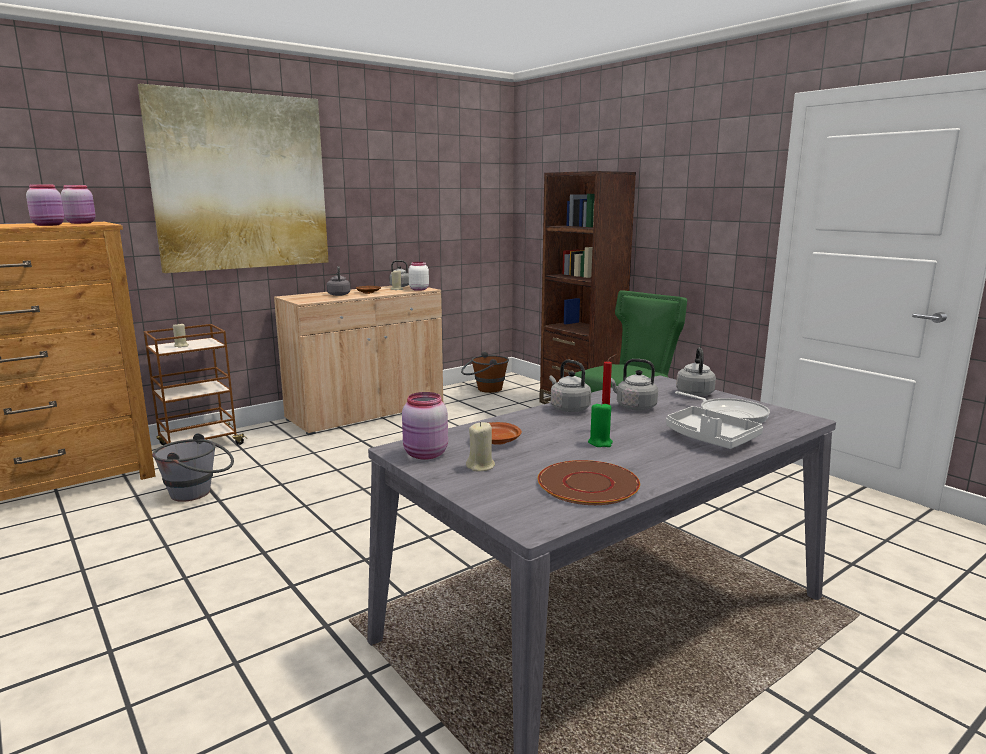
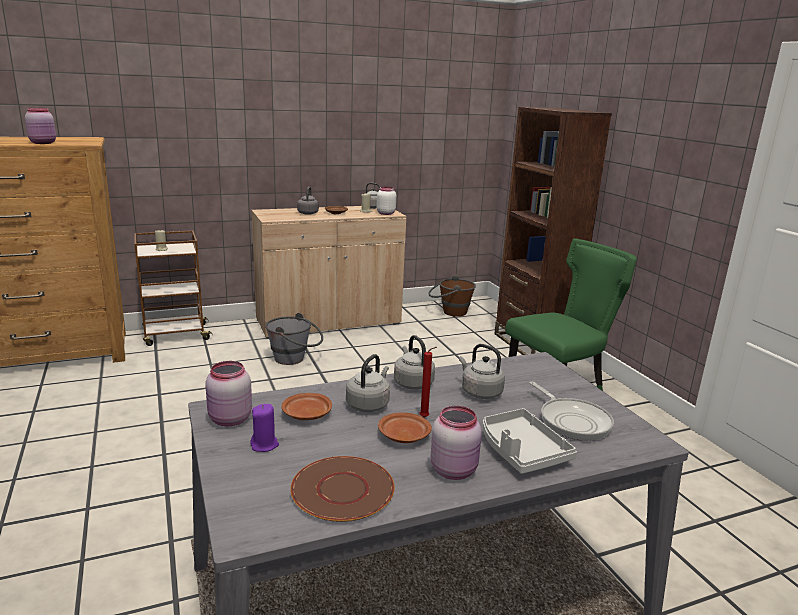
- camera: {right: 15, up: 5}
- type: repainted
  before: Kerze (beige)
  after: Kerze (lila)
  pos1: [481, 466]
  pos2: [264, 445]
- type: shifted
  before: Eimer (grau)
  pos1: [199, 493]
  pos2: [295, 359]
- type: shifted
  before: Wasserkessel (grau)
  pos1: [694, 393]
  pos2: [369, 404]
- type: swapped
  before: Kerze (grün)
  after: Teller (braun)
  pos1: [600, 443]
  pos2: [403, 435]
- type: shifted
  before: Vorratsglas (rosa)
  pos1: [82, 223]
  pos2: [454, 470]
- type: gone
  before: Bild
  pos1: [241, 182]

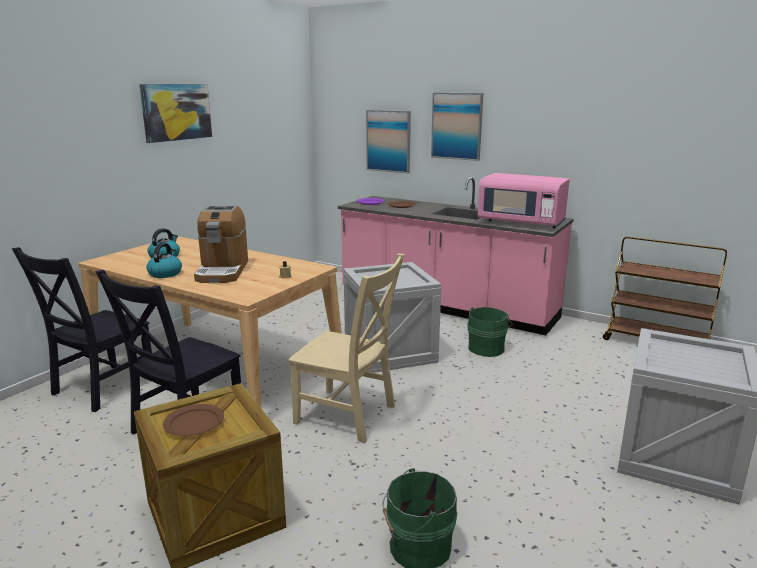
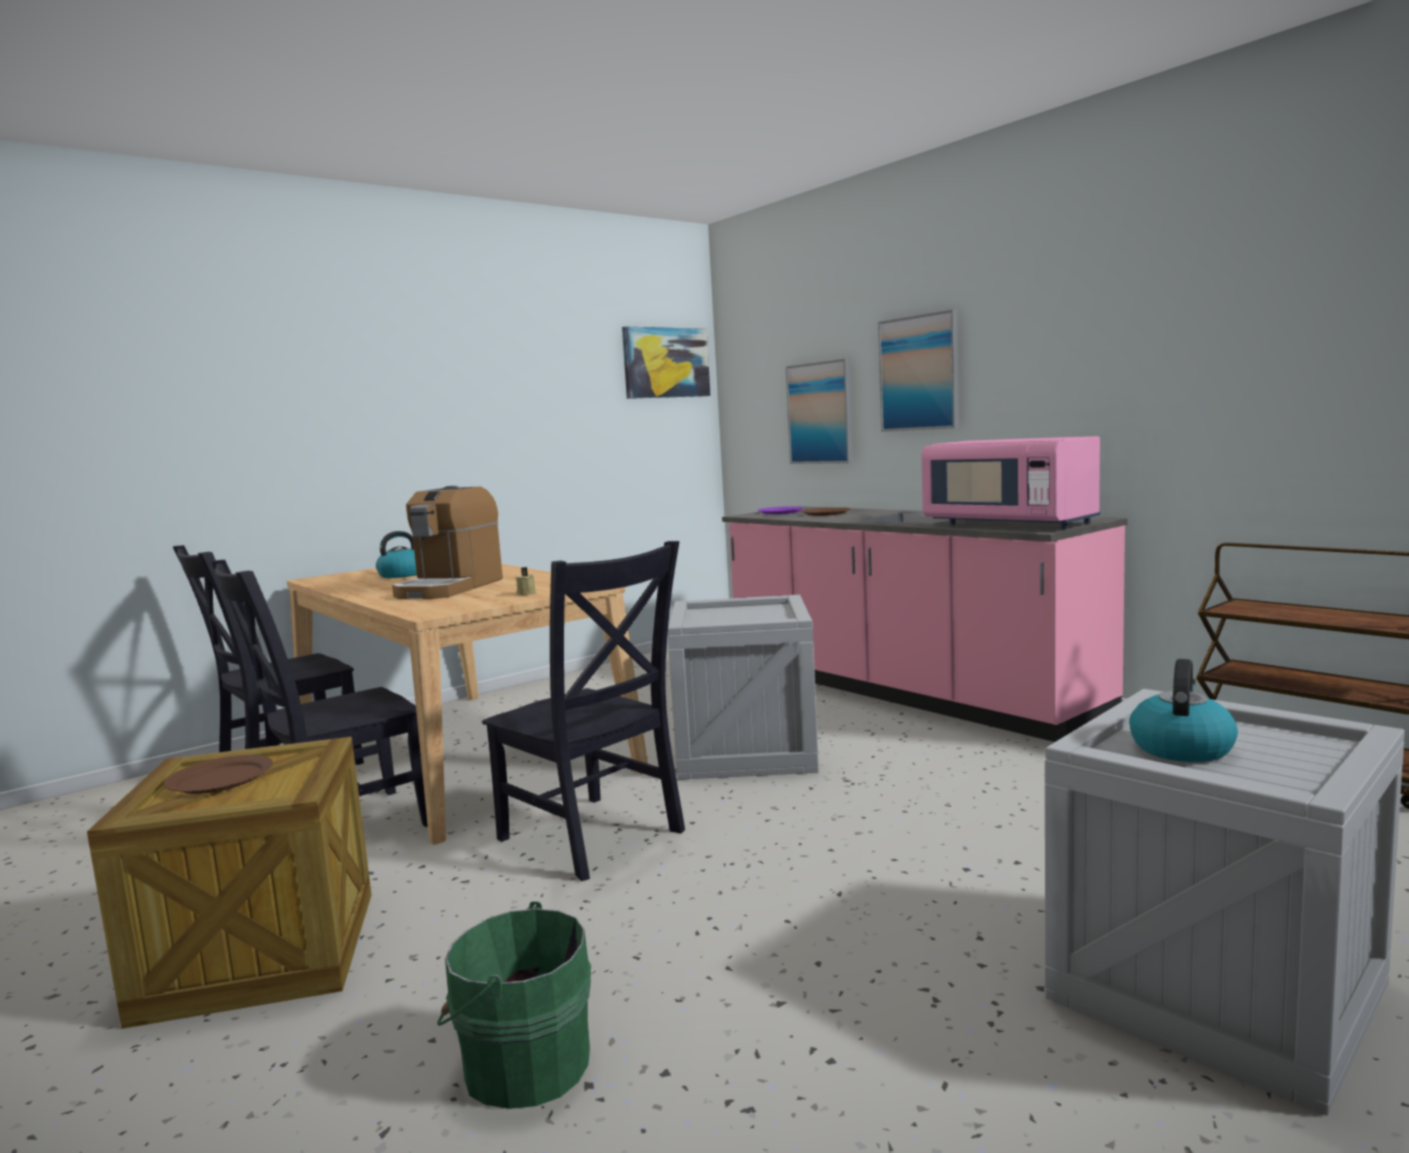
- camera: {right: 20, up: -10}
- type: repainted
  before: Stuhl (beige)
  after: Stuhl (schwarz)
  pos1: [349, 416]
  pos2: [594, 838]
- type: shifted
  before: Bild
  pos1: [176, 112]
  pos2: [666, 363]
- type: shifted
  before: Wasserkessel
  pos1: [165, 273]
  pos2: [1181, 748]
- type: gone
  before: Eimer (grün)
  pos1: [487, 348]

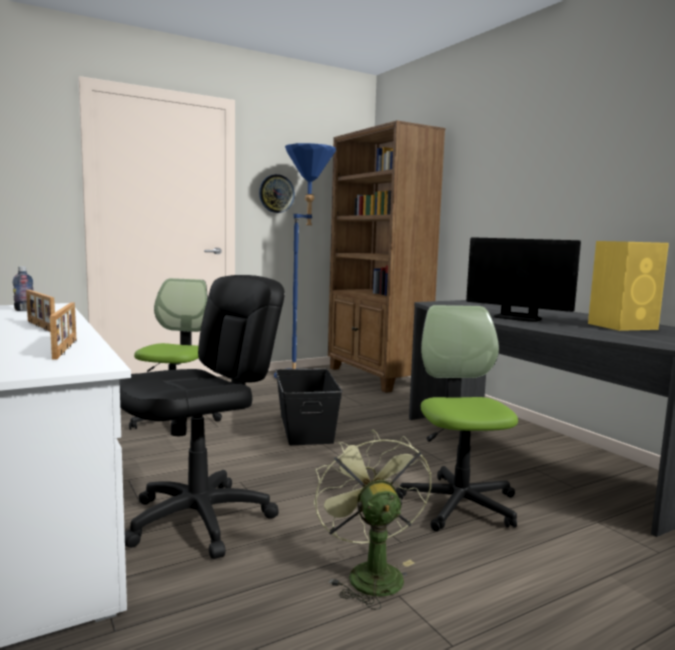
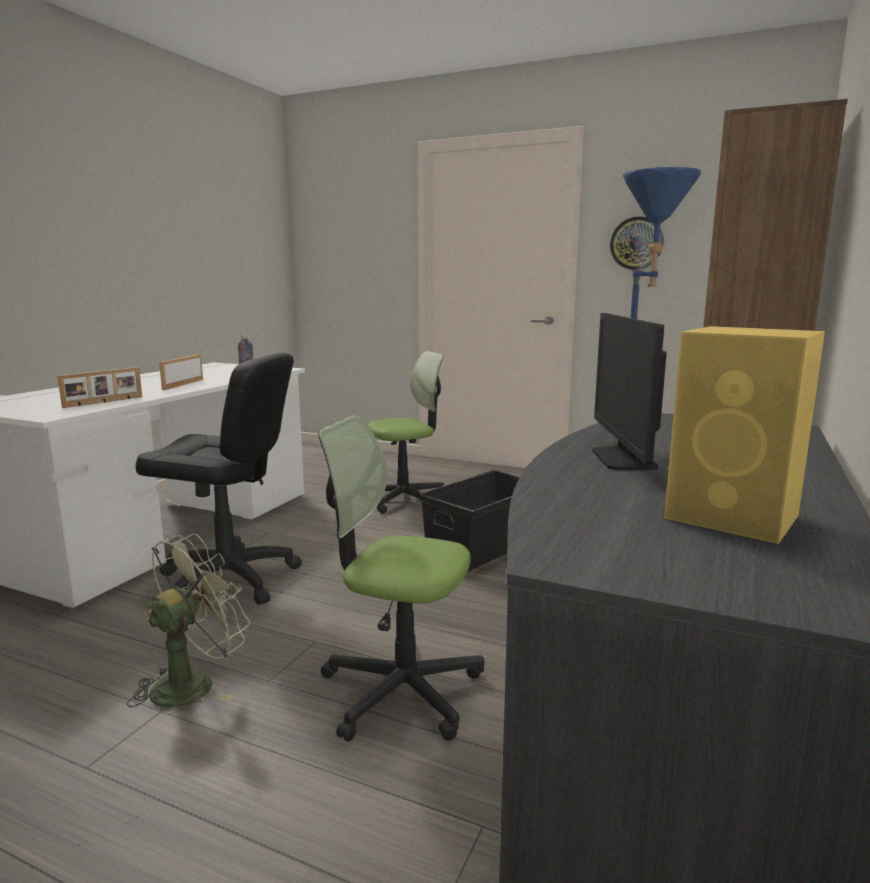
- camera: {right: 55, up: 5}
- type: rotated
  before: Bürostuhl
  pos1: [458, 504]
  pos2: [401, 690]
  turn: -120

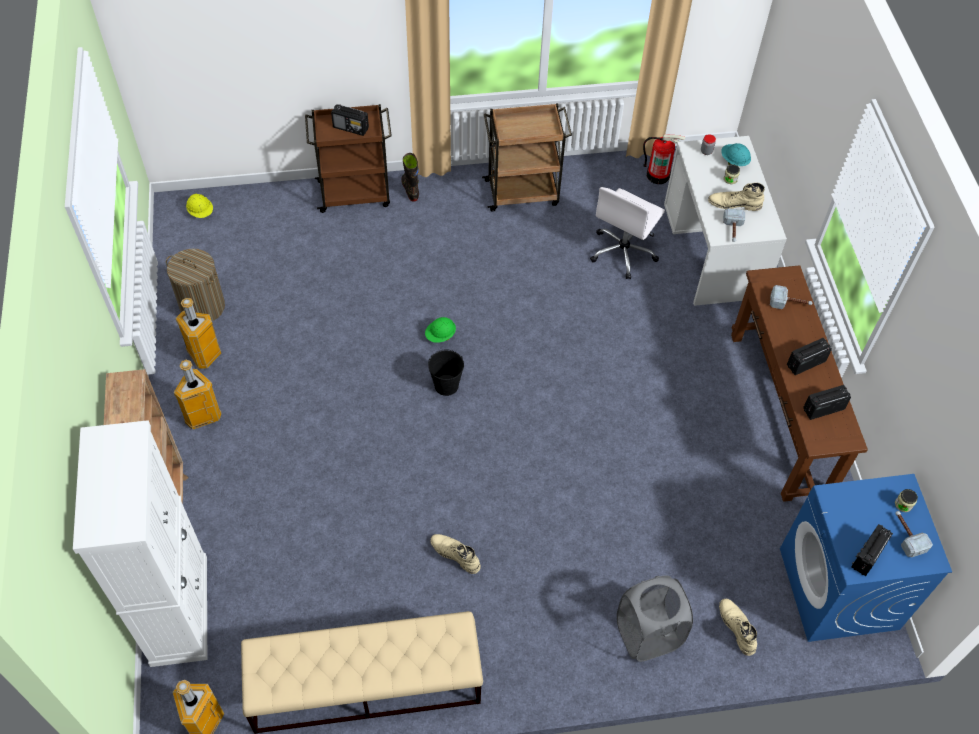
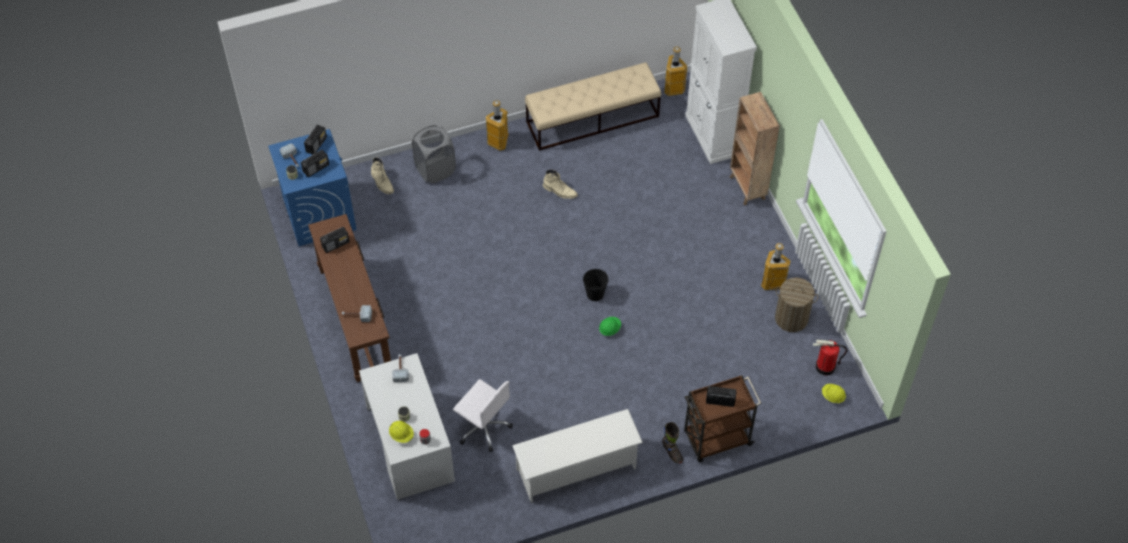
- camera: {right: 170, up: 0}
- type: shifted
  before: Radio
  pos1: [805, 363]
  pos2: [316, 168]
- type: repainted
  before: Schutzhelm (türkis)
  after: Schutzhelm (gelb)
  pos1: [734, 161]
  pos2: [402, 435]
- type: rotated
  before: Bürostuhl (weiß)
  pos1: [623, 252]
  pos2: [483, 427]
  turn: 105
- type: shifted
  before: Mülleimer
  pos1: [202, 416]
  pos2: [499, 141]
- type: swapped
  before: Rollwagen (braun)
  after: Schuhregal (weiß)
  pos1: [523, 192]
  pos2: [576, 469]
- type: shifted
  before: Feuerlöscher
  pos1: [658, 175]
  pos2: [825, 367]
- type: gone
  before: Stiefel (beige)
  pos1: [734, 204]

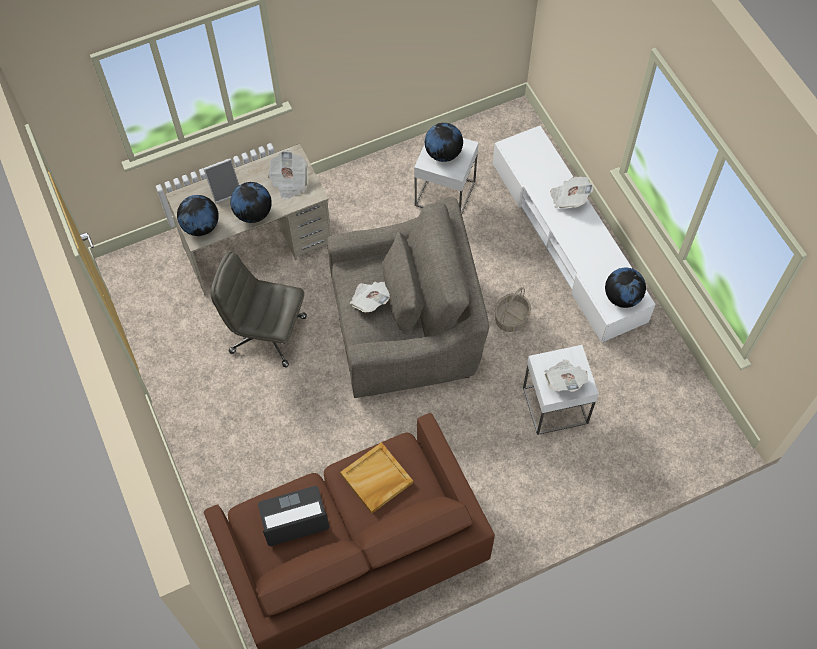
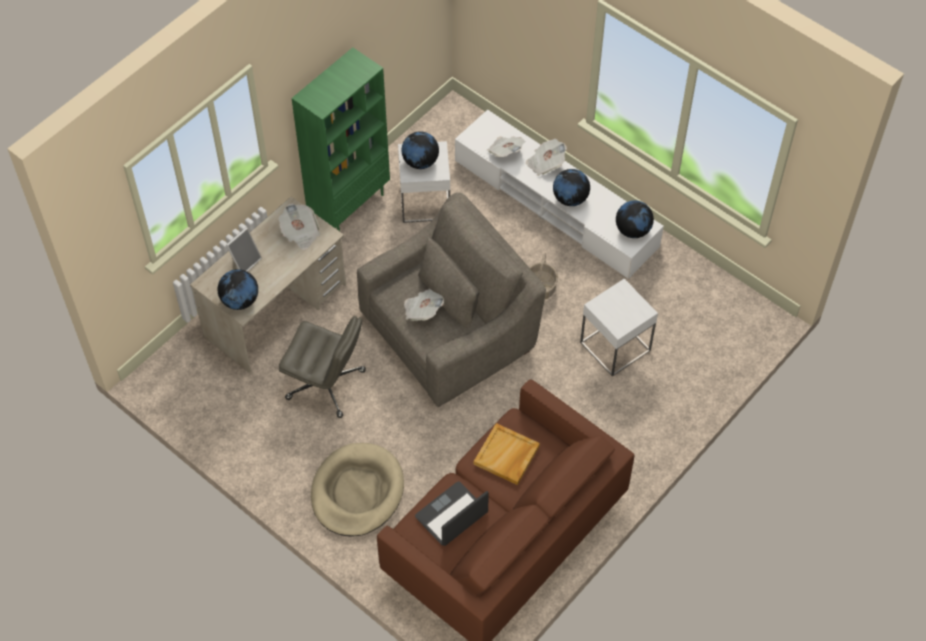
- camera: {right: -25, up: -5}
- type: rotated
  before: Bürostuhl (grau)
  pos1: [267, 334]
  pos2: [327, 384]
  turn: -150
- type: new
  after: Bücherregal (grün)
  pos2: [349, 205]
- type: new
  after: Hundebett (beige)
  pos2: [357, 492]
- type: shifted
  before: Zeitung
  pos1: [564, 380]
  pos2: [505, 152]
- type: shifted
  before: Globus
  pos1: [253, 213]
  pos2: [570, 198]

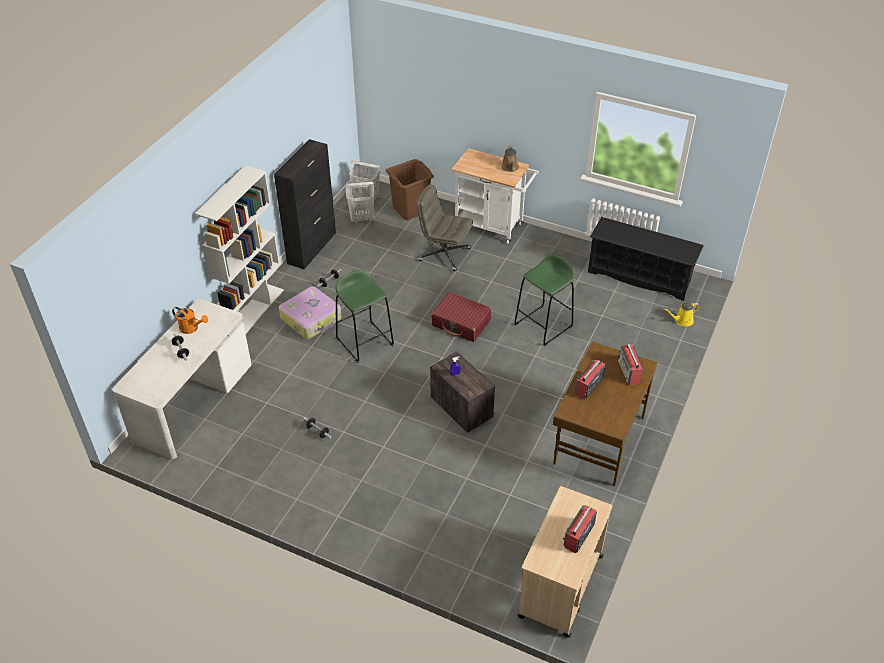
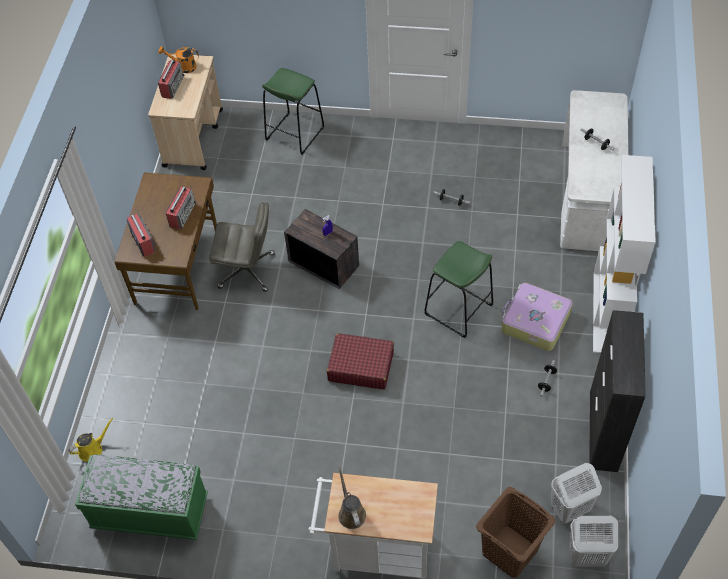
- camera: {right: 165, up: 10}
- type: swapped
  before: Schuhregal (schwarz)
  after: Bank (grün)
  pos1: [639, 276]
  pos2: [150, 512]
- type: shifted
  before: Gießkanne (orange)
  pos1: [192, 328]
  pos2: [183, 67]
- type: shifted
  before: Bürostuhl (grau)
  pos1: [444, 254]
  pos2: [247, 270]
- type: shifted
  before: Hocker (grün)
  pos1: [543, 325]
  pos2: [294, 133]

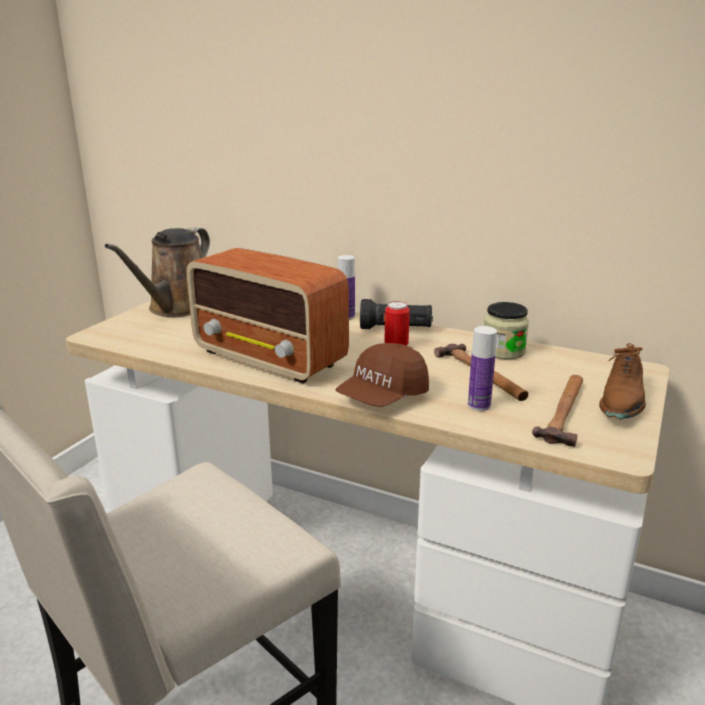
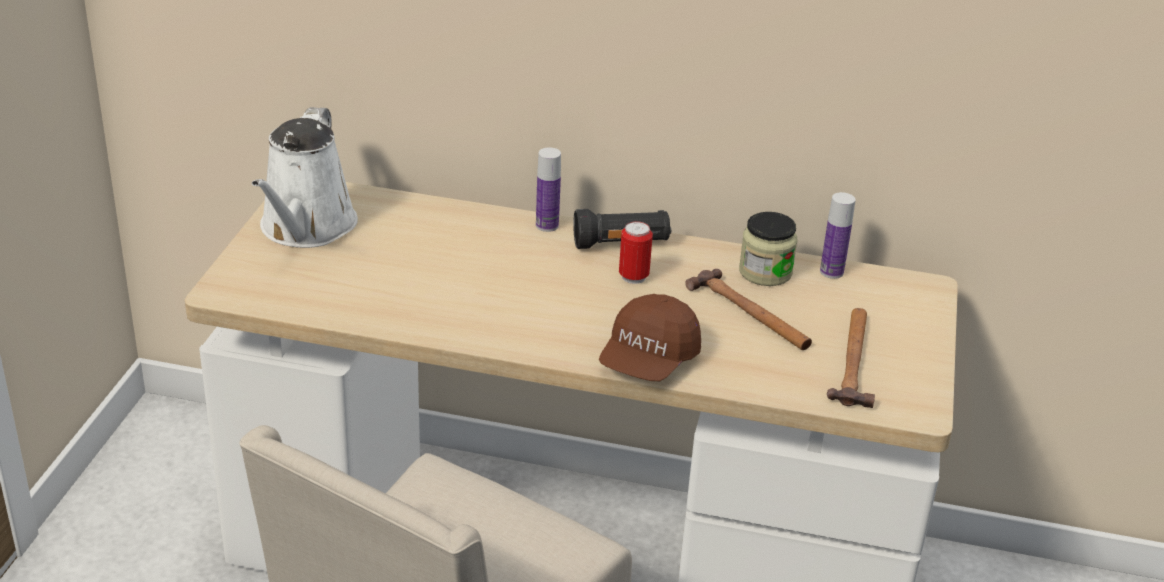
- camera: {right: -15, up: 10}
- type: repainted
  before: Gießkanne (braun)
  after: Gießkanne (weiß)
  pos1: [178, 308]
  pos2: [305, 228]
- type: shifted
  before: Flasche
  pos1: [479, 405]
  pos2: [831, 272]
- type: gone
  before: Radio
  pos1: [270, 359]
- type: gone
  before: Schuh (braun)
  pos1: [621, 403]

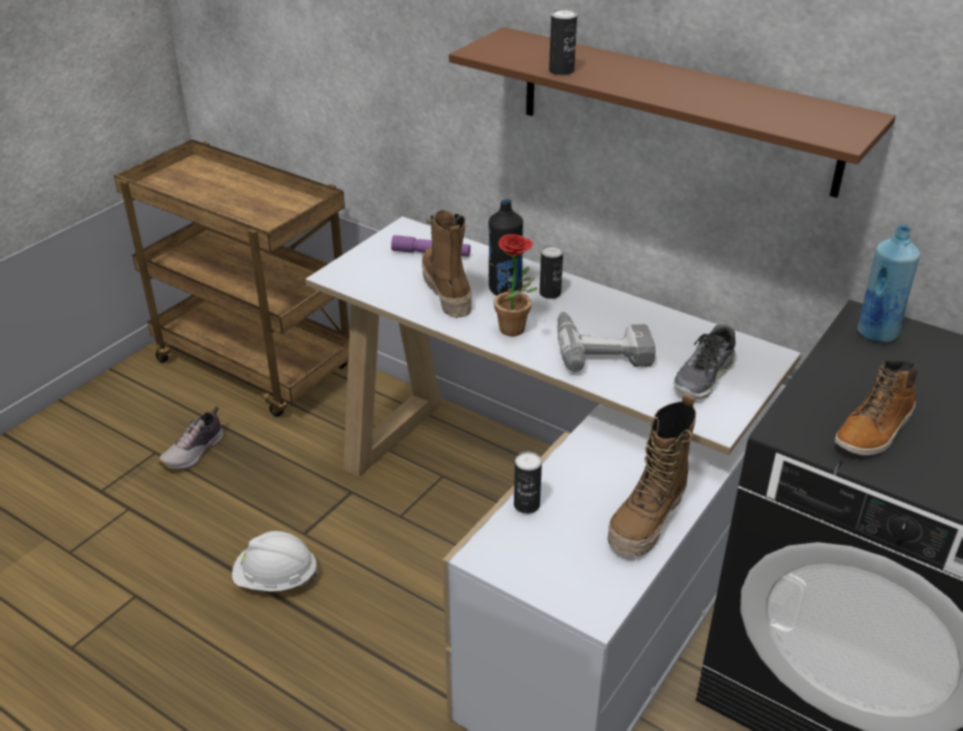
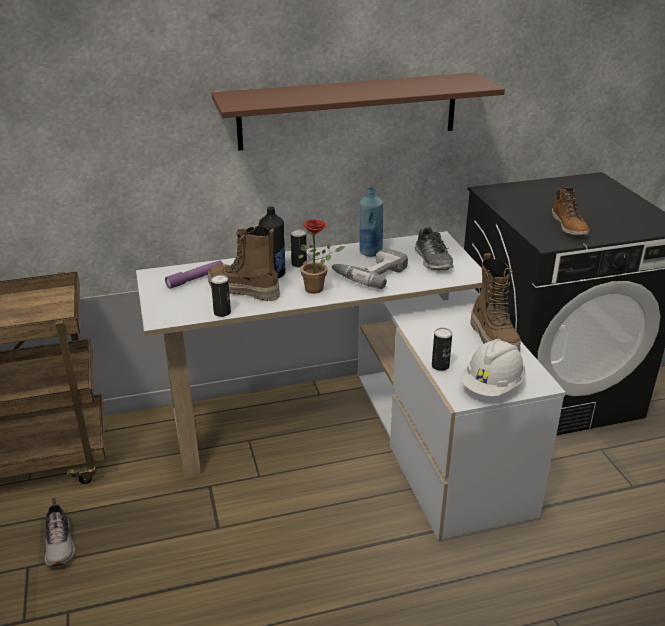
- camera: {right: -50, up: -5}
- type: shifted
  before: Dose
  pos1: [561, 71]
  pos2: [222, 312]
- type: shifted
  before: Flasche (blau)
  pos1: [876, 333]
  pos2: [370, 252]
- type: shifted
  before: Schutzhelm (weiß)
  pos1: [276, 579]
  pos2: [492, 386]

